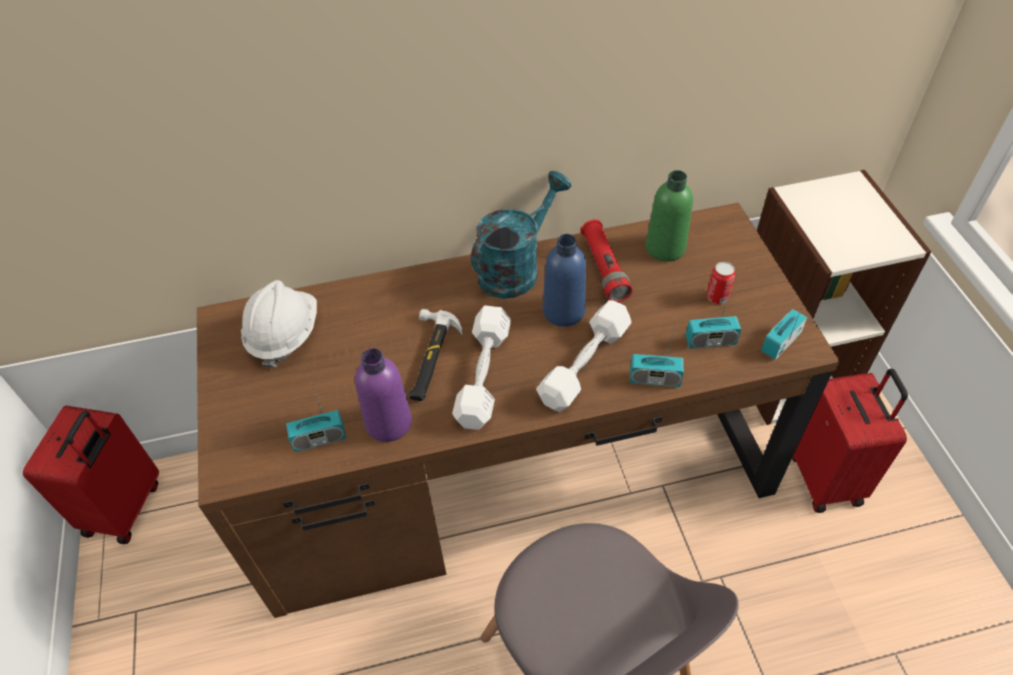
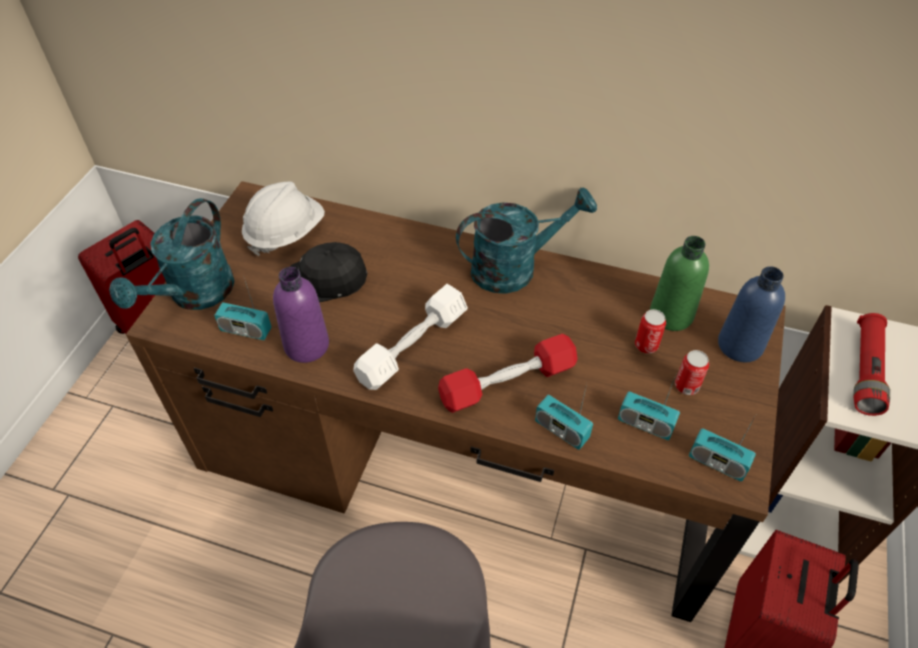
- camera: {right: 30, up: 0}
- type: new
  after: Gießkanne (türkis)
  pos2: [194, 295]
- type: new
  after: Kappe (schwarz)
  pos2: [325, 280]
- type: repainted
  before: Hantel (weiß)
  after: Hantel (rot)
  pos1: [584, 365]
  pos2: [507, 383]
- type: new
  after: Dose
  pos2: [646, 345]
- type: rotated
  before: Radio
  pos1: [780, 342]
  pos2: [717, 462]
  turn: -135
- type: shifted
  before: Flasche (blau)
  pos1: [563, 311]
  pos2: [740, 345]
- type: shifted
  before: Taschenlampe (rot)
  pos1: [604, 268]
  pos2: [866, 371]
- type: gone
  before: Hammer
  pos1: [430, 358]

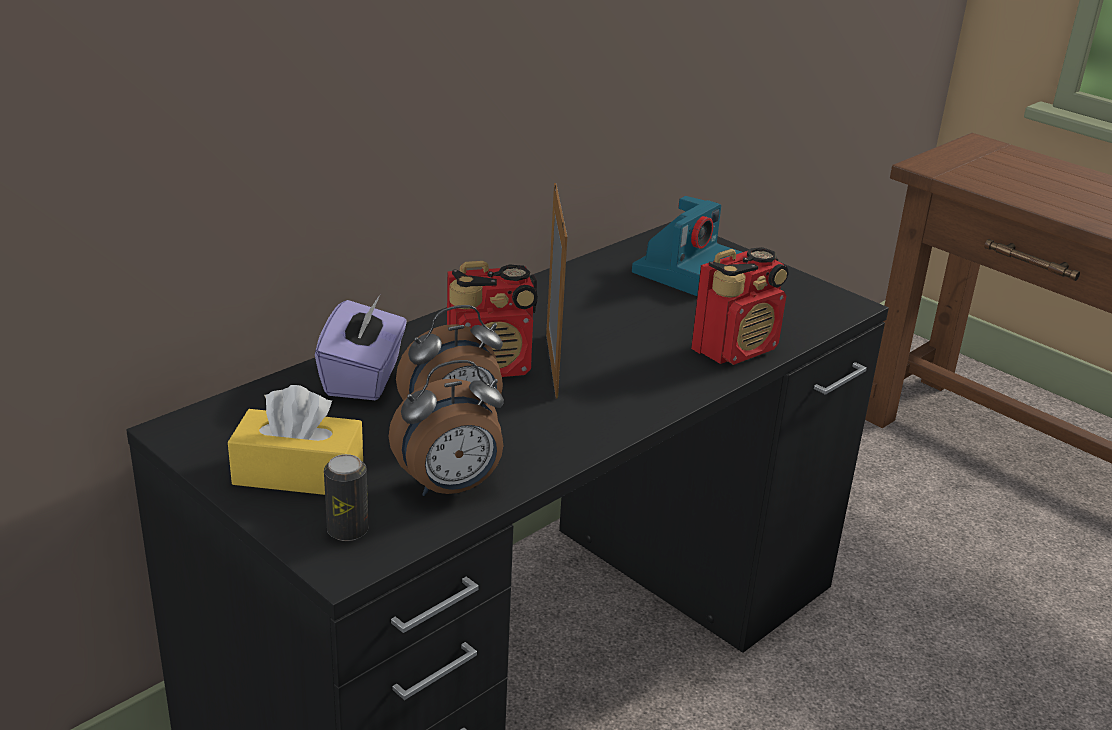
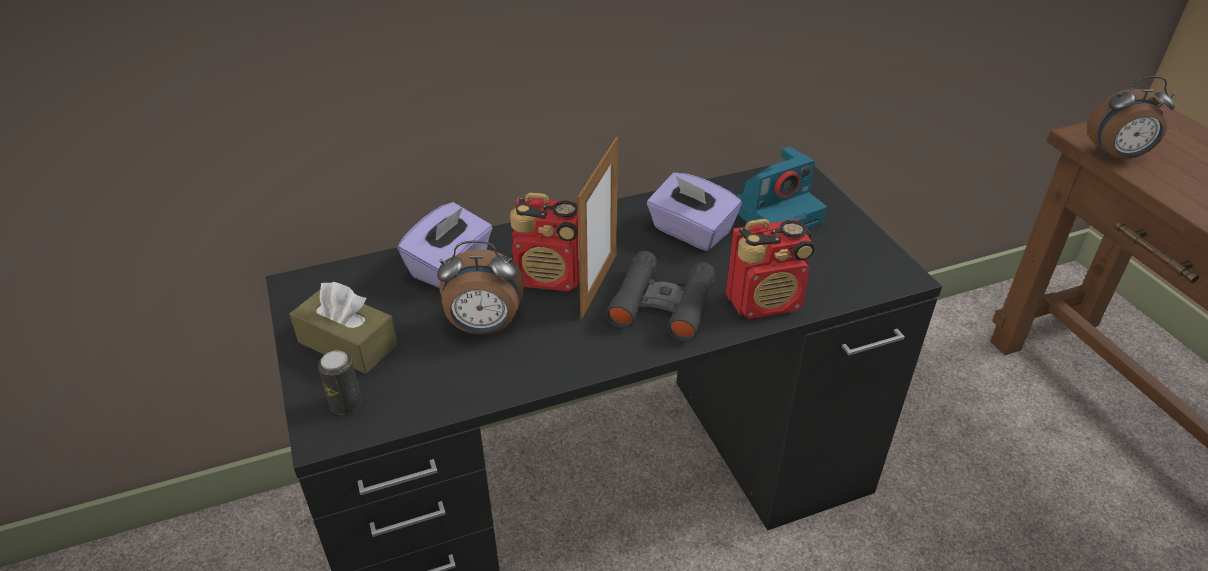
- camera: {right: 25, up: 10}
- type: repainted
  before: Taschentuchbox (gelb)
  after: Taschentuchbox (braun)
  pos1: [298, 473]
  pos2: [348, 343]
- type: new
  after: Fernglas (schwarz)
  pos2: [662, 304]
- type: new
  after: Taschentuchbox (lila)
  pos2: [690, 232]
- type: shifted
  before: Wecker
  pos1: [450, 487]
  pos2: [1117, 156]

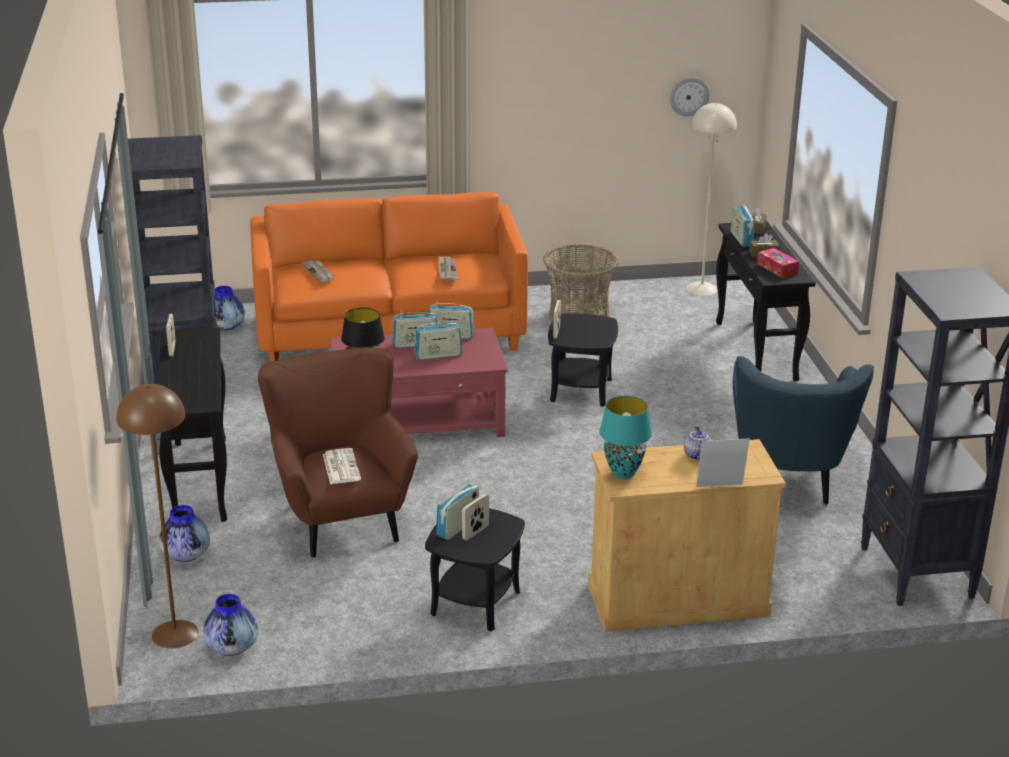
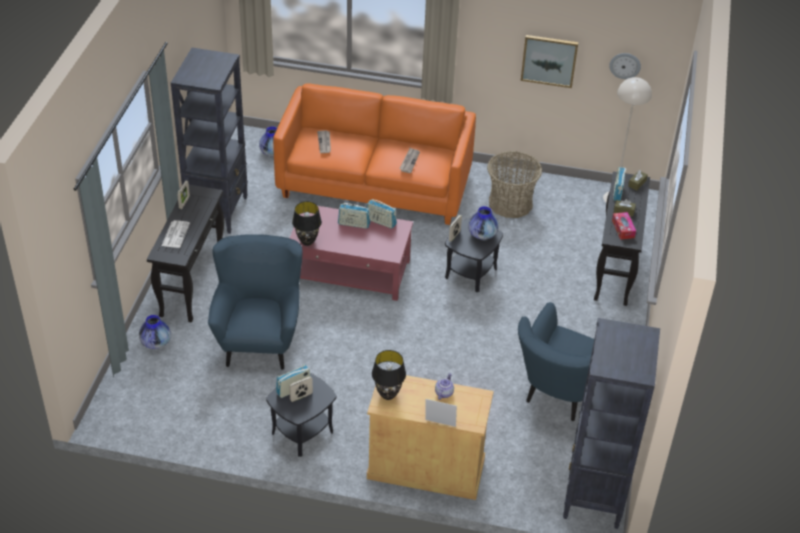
- camera: {right: 20, up: 15}
- type: shifted
  before: Zeitung
  pos1: [340, 467]
  pos2: [175, 234]
- type: repainted
  before: Sessel (braun)
  after: Sessel (blau)
  pos1: [340, 517]
  pos2: [259, 339]
- type: repainted
  before: Tischlampe (türkis)
  after: Tischlampe (schwarz)
  pos1: [623, 473]
  pos2: [387, 395]
- type: shifted
  before: Vase
  pos1: [232, 647]
  pos2: [482, 234]
- type: new
  after: Bild
  pos2: [549, 60]
- type: gone
  before: Stehlampe (braun)
  pos1: [175, 634]
- type: gone
  before: Radio
  pos1: [438, 355]

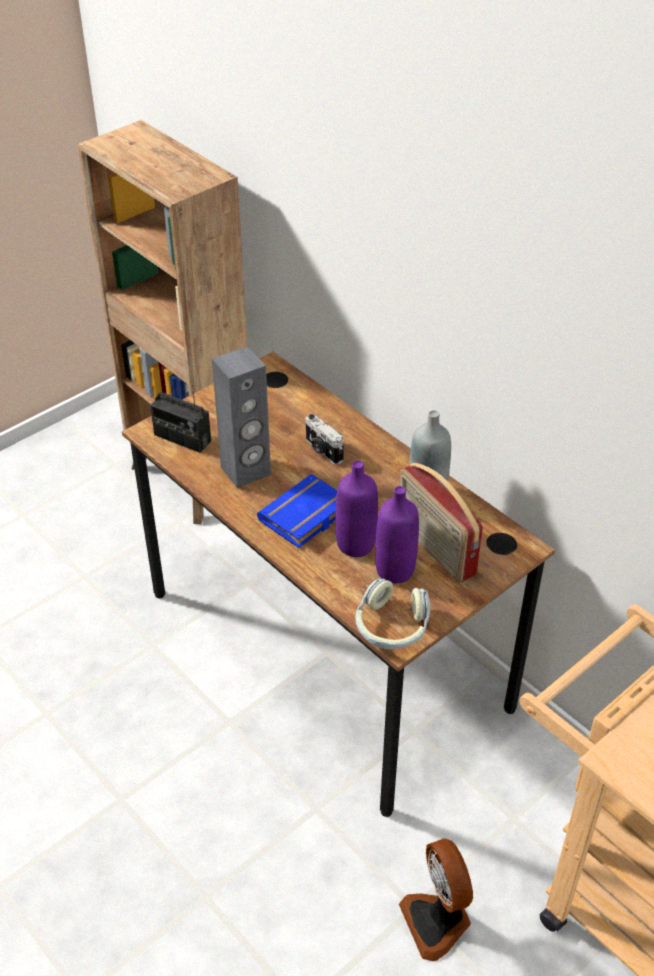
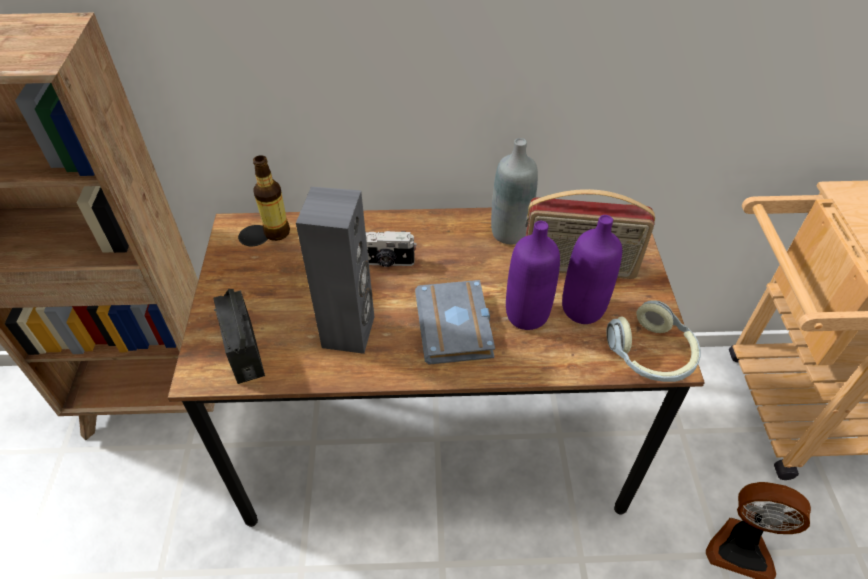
- camera: {right: -50, up: 5}
- type: rotated
  before: Radio
  pos1: [182, 438]
  pos2: [244, 352]
  turn: 90
- type: new
  after: Flasche
  pos2: [277, 232]
- type: repainted
  before: Buch (blau)
  after: Buch (grau)
  pos1: [305, 517]
  pos2: [457, 328]

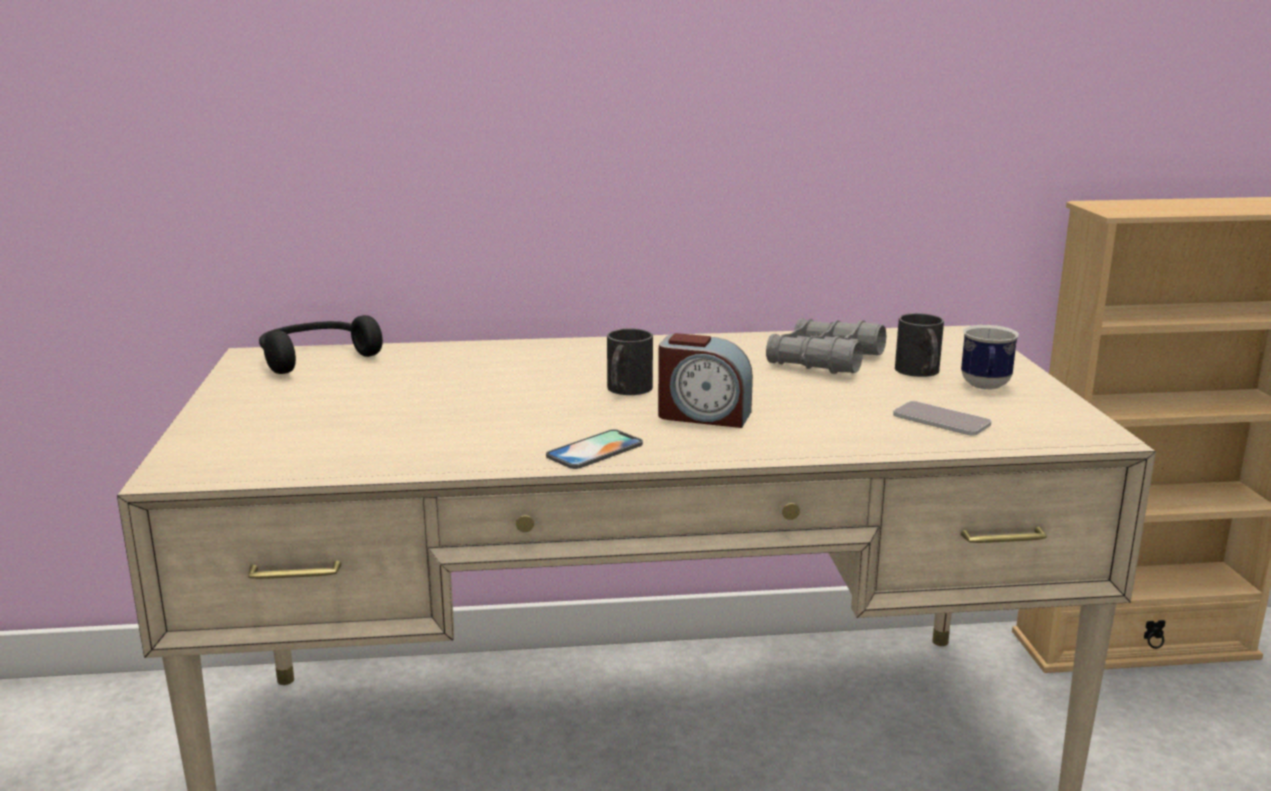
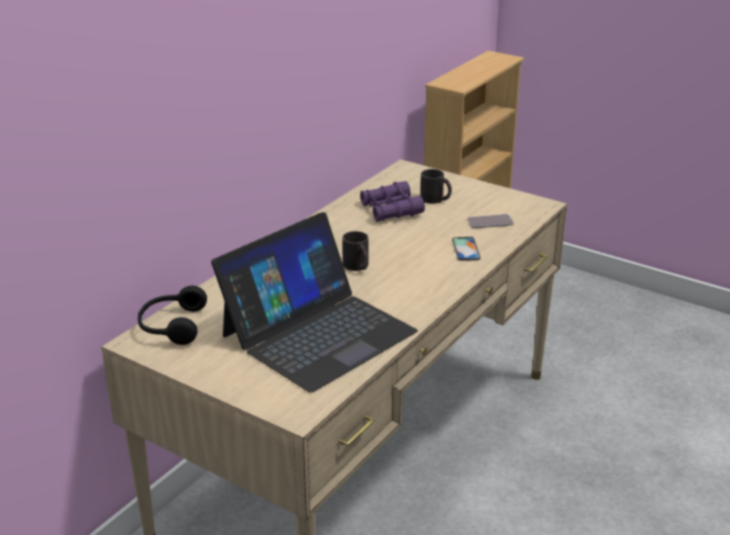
- camera: {right: -50, up: 10}
- type: new
  after: Laptop
  pos2: [318, 333]
- type: repainted
  before: Fernglas (grau)
  after: Fernglas (lila)
  pos1: [825, 360]
  pos2: [391, 210]
- type: shifted
  before: Handy
  pos1: [595, 450]
  pos2: [466, 249]
- type: gone
  before: Wecker
  pos1: [703, 415]
- type: gone
  before: Henkelbecher
  pos1: [985, 387]

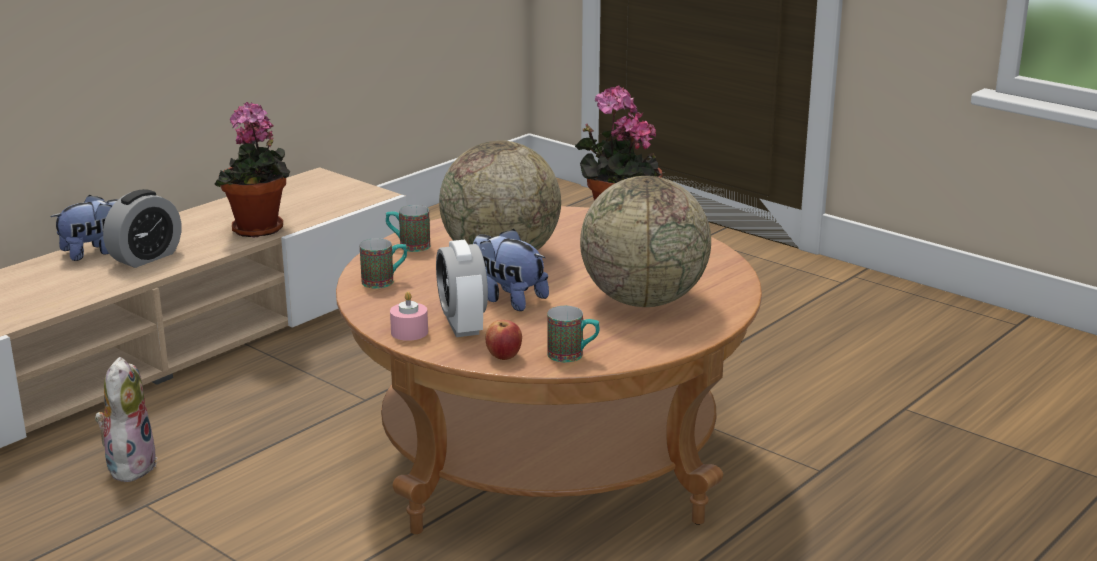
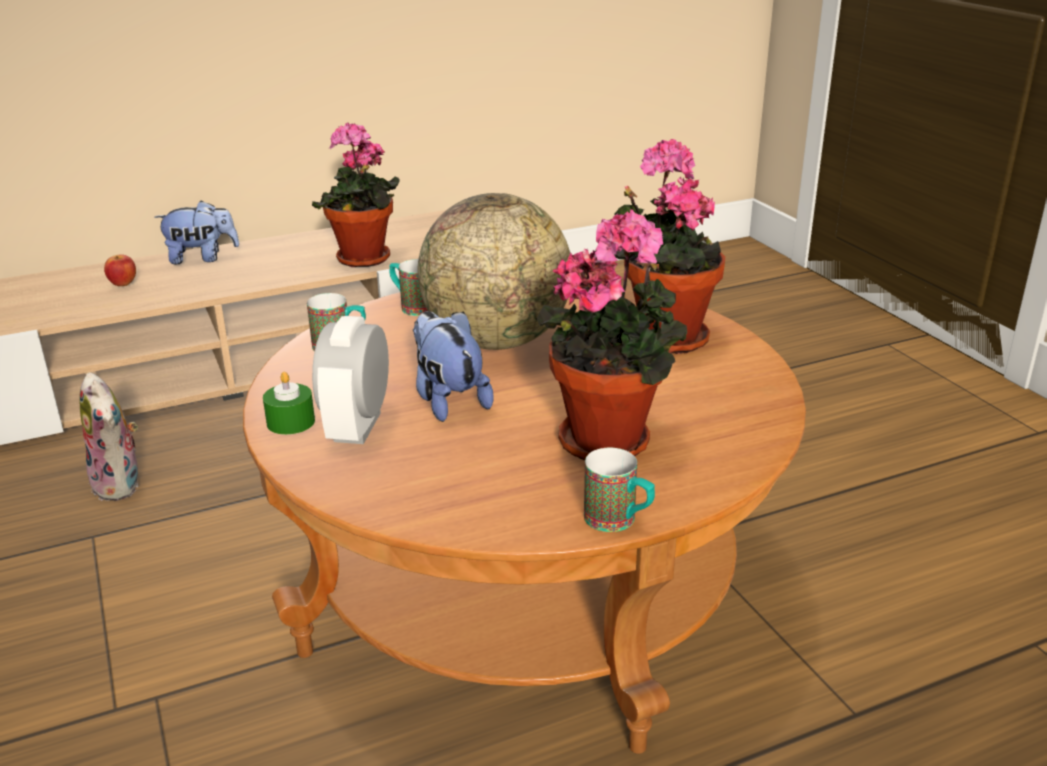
- camera: {right: 25, up: 5}
- type: rotated
  before: Plüschtier
  pos1: [129, 465]
  pos2: [121, 485]
  turn: 120
- type: shifted
  before: Apfel
  pos1: [504, 356]
  pos2: [123, 284]
- type: repainted
  before: Kerze (rosa)
  after: Kerze (grün)
  pos1: [409, 332]
  pos2: [290, 422]
- type: swapped
  before: Globus
  after: Topfpflanze
  pos1: [643, 300]
  pos2: [612, 439]
- type: shifted
  before: Henkelbecher
  pos1: [573, 356]
  pos2: [619, 522]
- type: gone
  before: Wecker
  pos1: [146, 257]

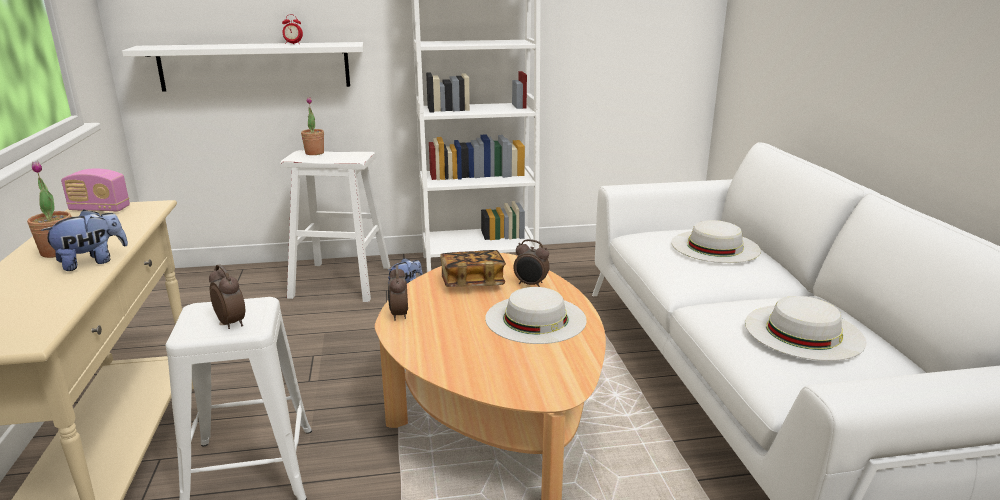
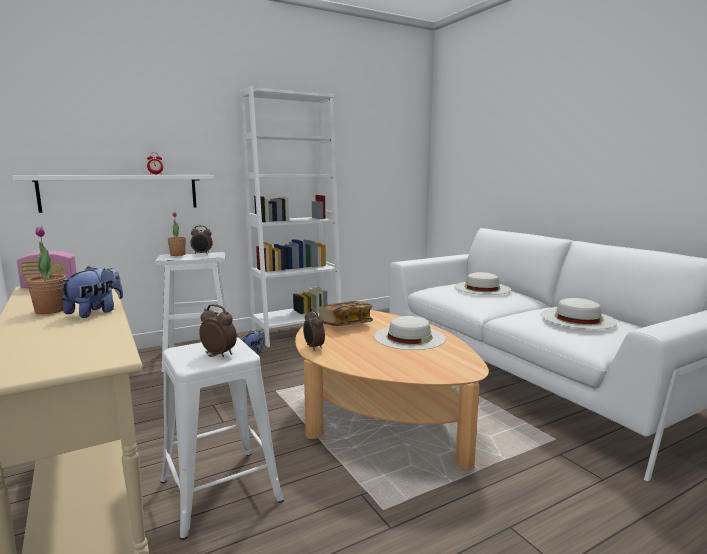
- camera: {right: -20, up: -10}
- type: shifted
  before: Wecker
  pos1: [531, 284]
  pos2: [202, 253]

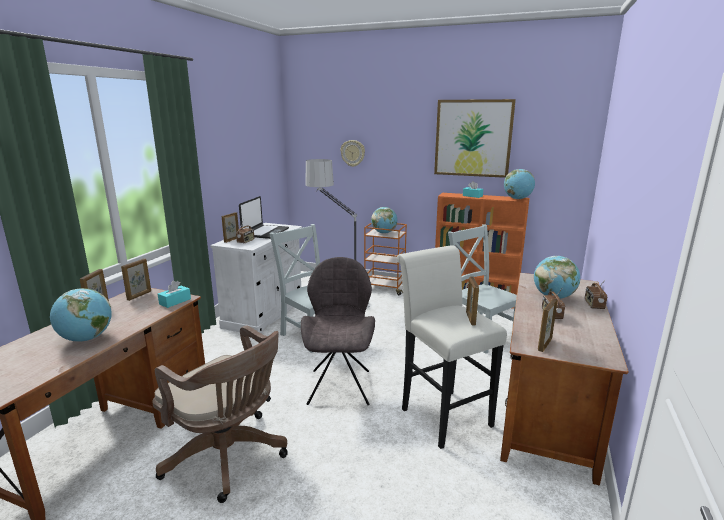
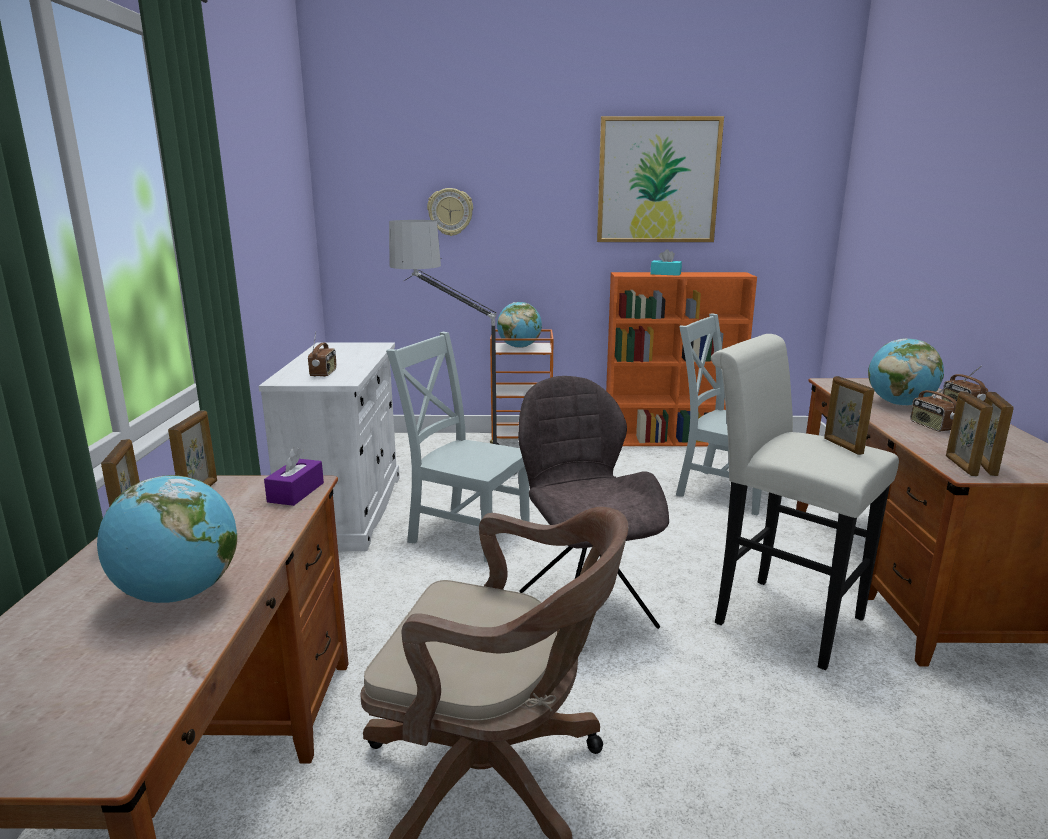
- camera: {right: -20, up: 0}
- type: repainted
  before: Taschentuchbox (türkis)
  after: Taschentuchbox (lila)
  pos1: [175, 301]
  pos2: [296, 492]
- type: shifted
  before: Bilderrahmen
  pos1: [231, 240]
  pos2: [960, 466]
- type: gone
  before: Laptop
  pos1: [265, 232]
- type: gone
  before: Globus
  pos1: [517, 199]

